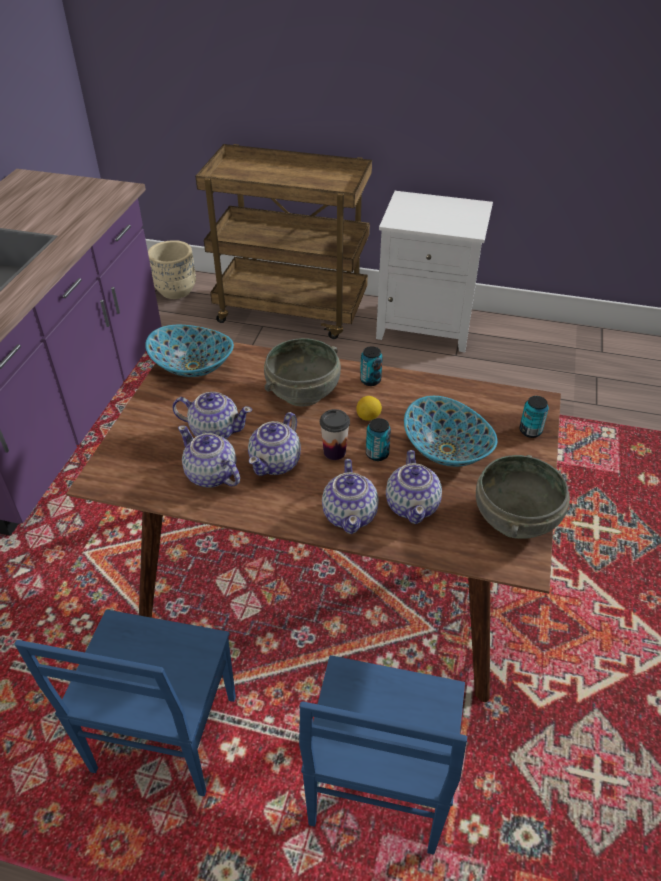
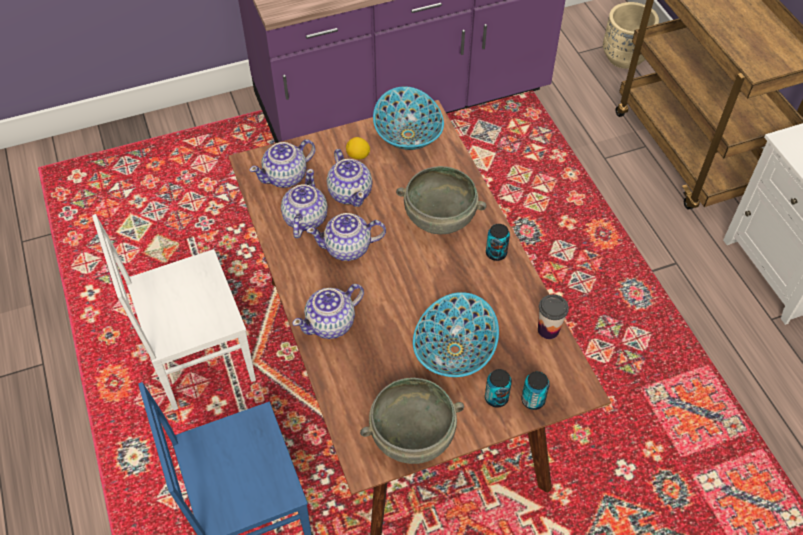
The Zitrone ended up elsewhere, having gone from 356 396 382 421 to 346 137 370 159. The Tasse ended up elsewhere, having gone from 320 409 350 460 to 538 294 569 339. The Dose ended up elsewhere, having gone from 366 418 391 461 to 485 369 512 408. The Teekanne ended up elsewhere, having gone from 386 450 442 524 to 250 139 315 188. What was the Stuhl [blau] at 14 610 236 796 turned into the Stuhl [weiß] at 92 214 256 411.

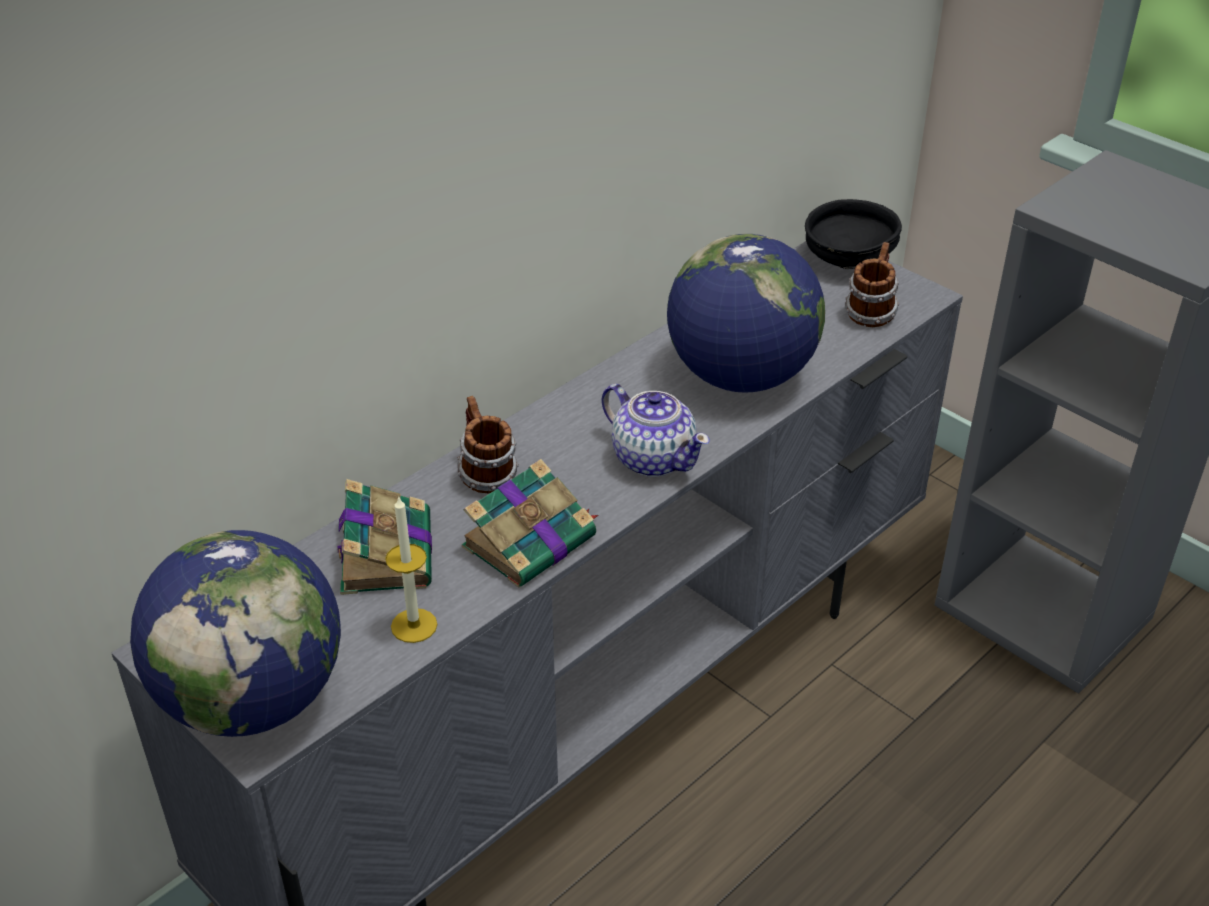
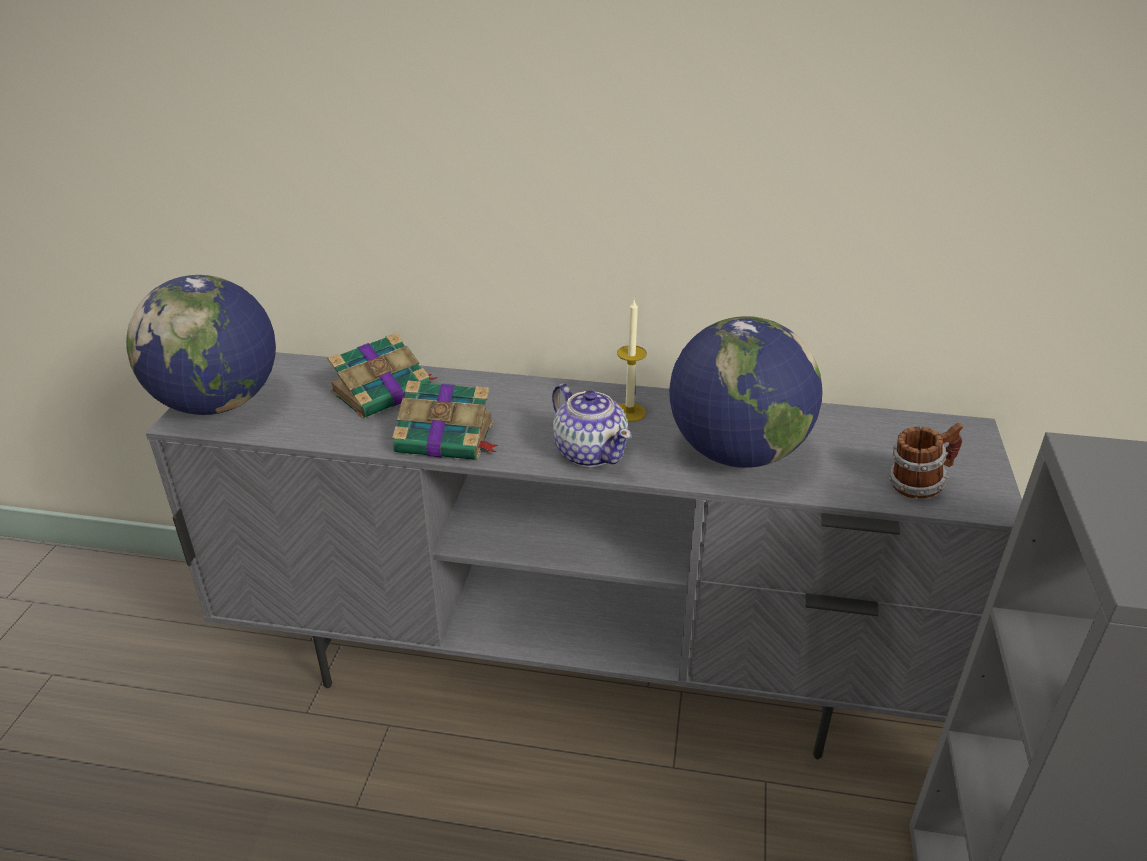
The second view lost the Schüssel [schwarz] at 805 199 902 269. The Teekanne at 602 384 710 477 ended up facing another way, 45 degrees counterclockwise from before. The second view lost the Henkelbecher at 457 396 519 494. The Kerze ended up elsewhere, having gone from 385 495 438 643 to 617 300 647 422.

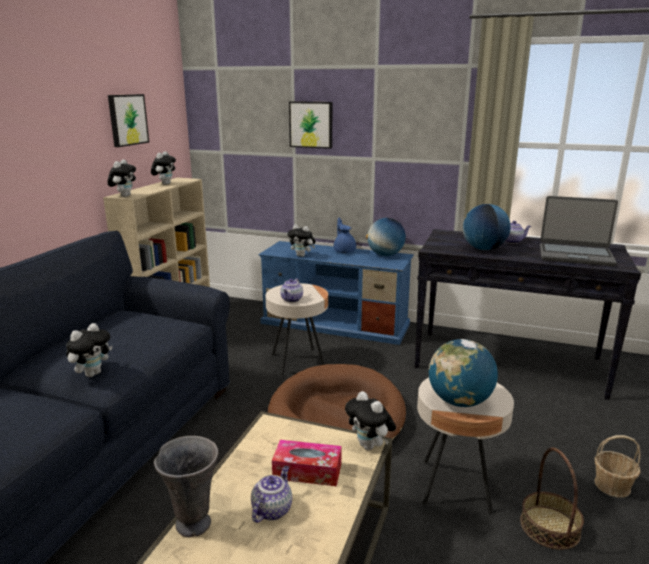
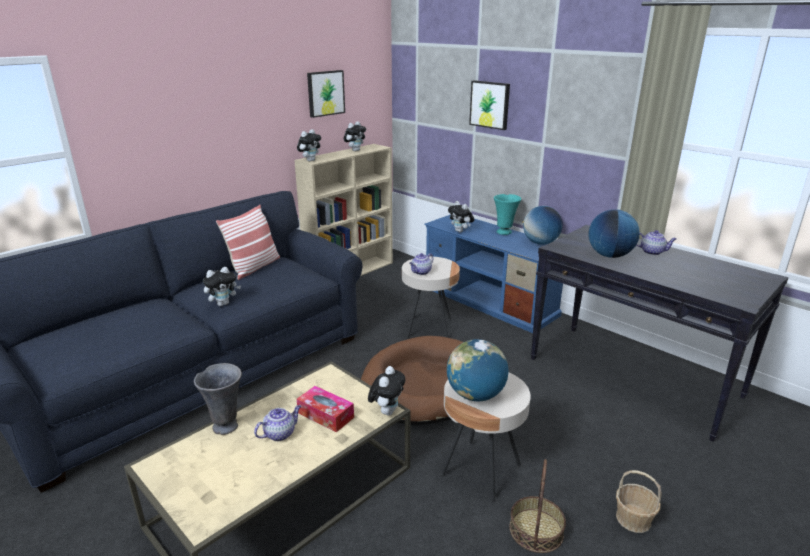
The second view lost the Laptop at 540 196 618 266. Where the Teekanne [blau] stood at 334 218 356 253, the Vase [türkis] came to stand at 494 194 521 235. The Plüschtier at 345 391 396 450 ended up facing another way, 150 degrees counterclockwise from before. The second view gained the Kissen at 216 204 280 280.

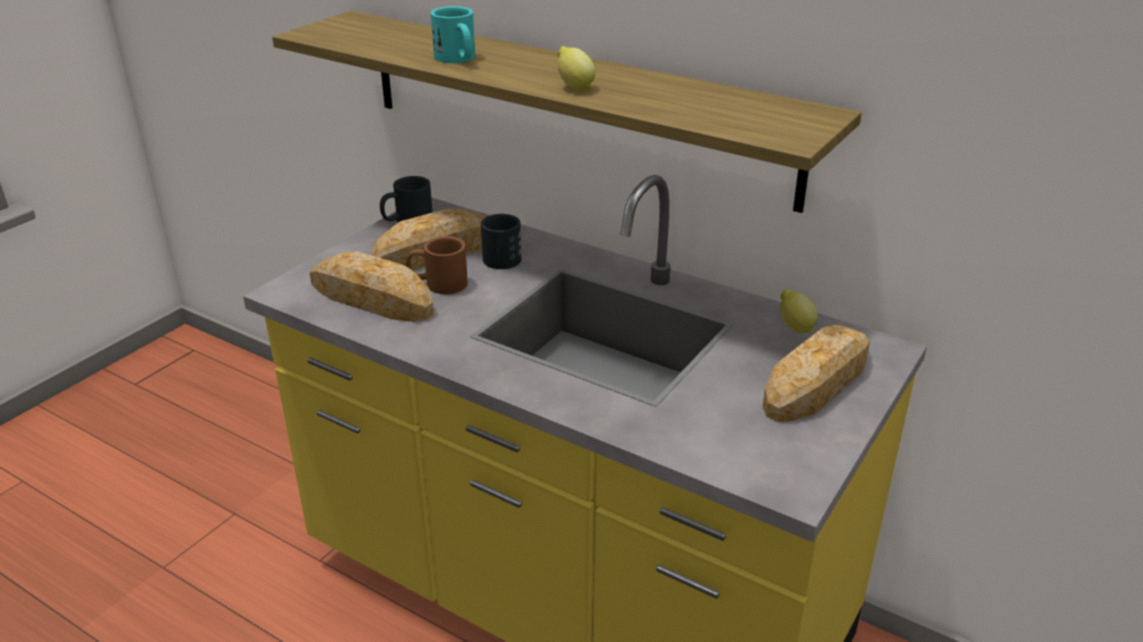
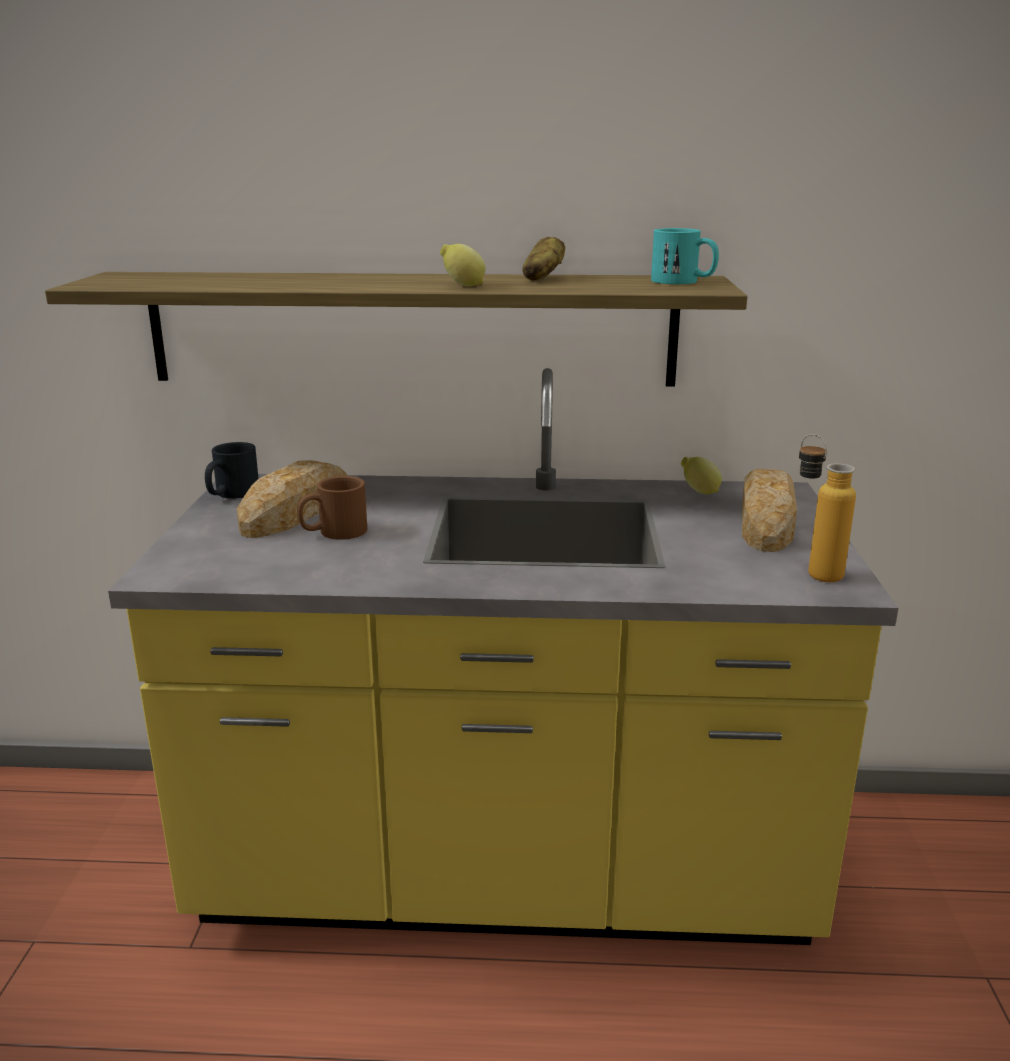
The Henkelbecher [türkis] ended up elsewhere, having gone from 431 6 475 63 to 651 228 719 284. The second view lost the Henkelbecher [schwarz] at 481 214 521 269. The second view lost the Brot at 310 251 434 322. The second view gained the Kartoffel at 522 237 565 281. The second view gained the Flasche at 799 434 856 582.

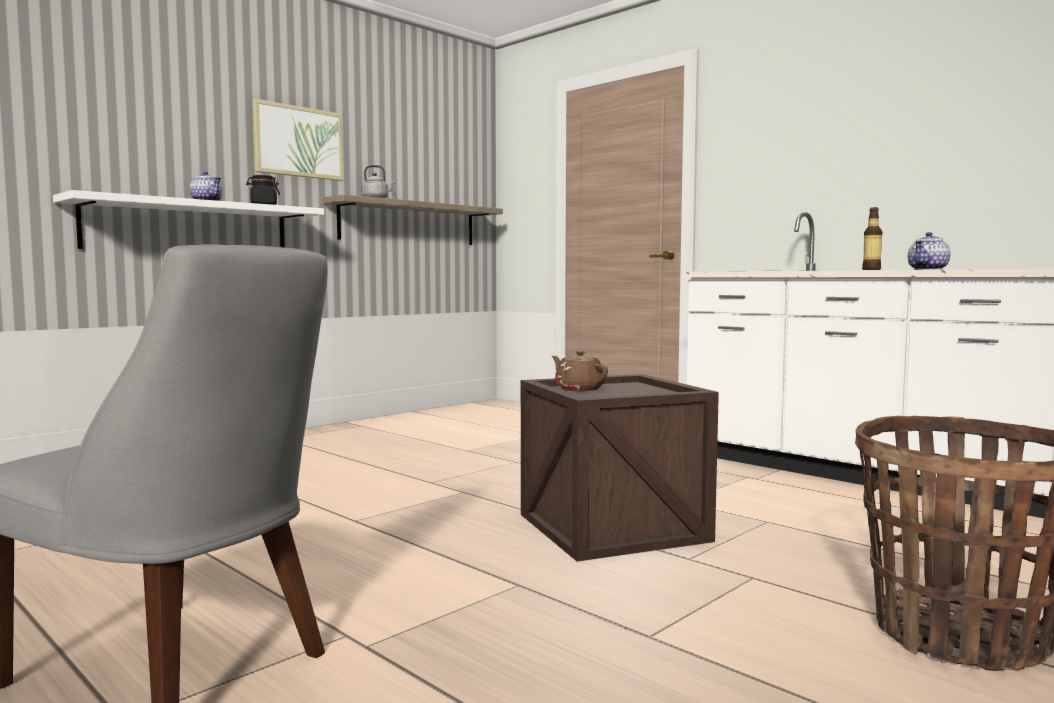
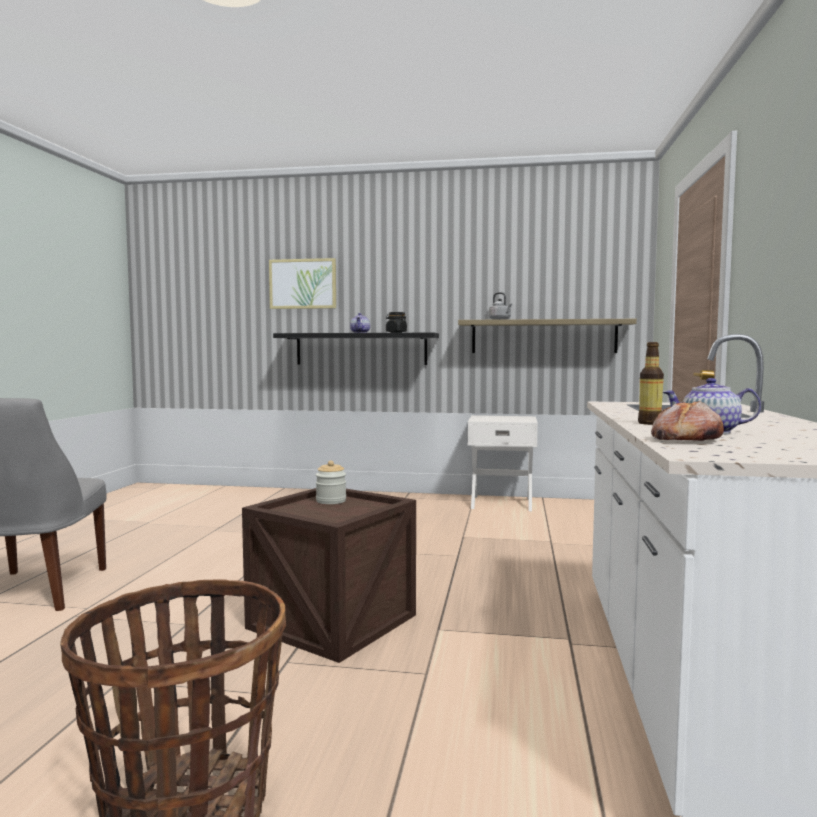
The Bild ended up elsewhere, having gone from 252 99 343 181 to 269 258 336 309. What was the Wandregal [weiß] at 53 190 324 249 turned into the Wandregal [schwarz] at 273 333 439 365. Where the Teekanne [braun] stood at 552 351 608 391, the Vorratsglas came to stand at 316 461 346 504. The second view gained the Brot at 651 401 724 441. The second view gained the Nachttisch [weiß] at 468 415 538 511.

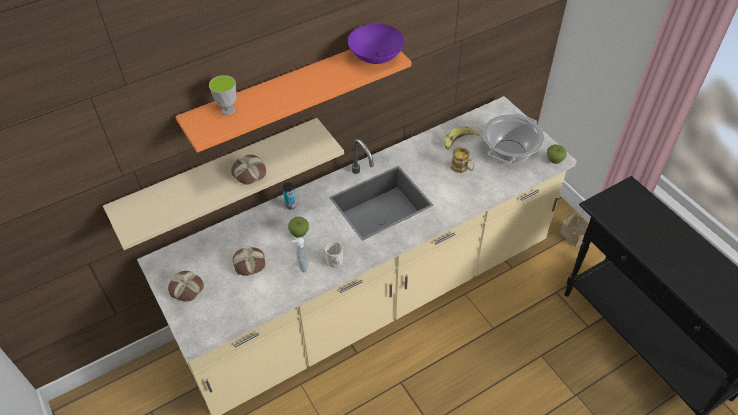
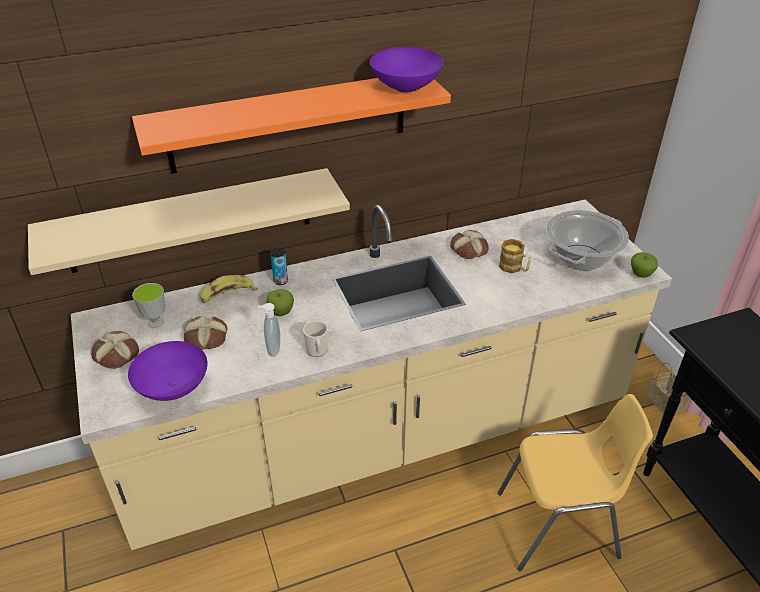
The Tasse ended up elsewhere, having gone from 209 75 236 115 to 132 283 165 328. The Banane ended up elsewhere, having gone from 444 127 479 150 to 200 275 258 303. The Brot ended up elsewhere, having gone from 231 155 266 185 to 450 230 489 259. The second view gained the Schüssel [lila] at 128 341 207 401. The second view gained the Stuhl [gelb] at 498 394 653 571.

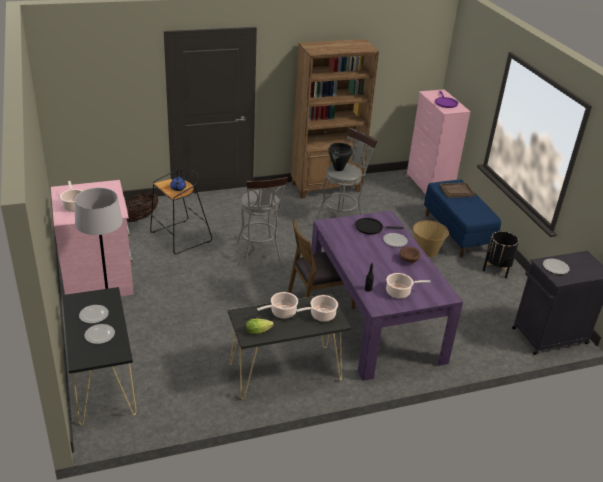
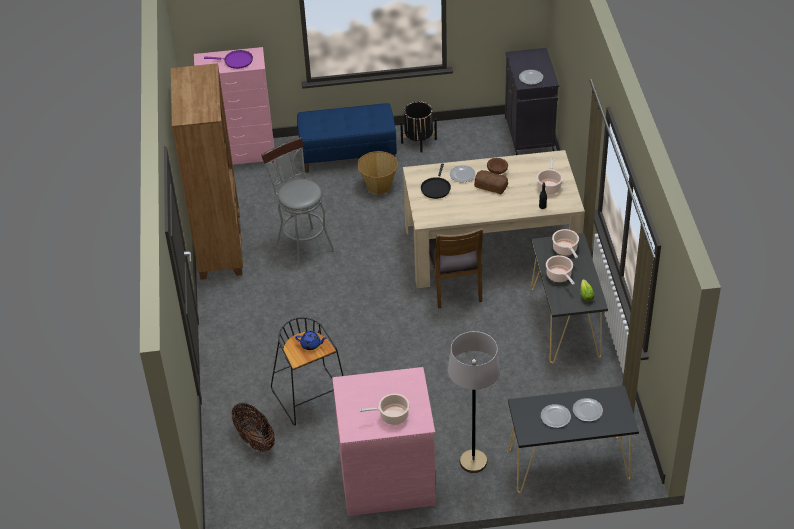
The second view lost the Kochtopf [schwarz] at 328 143 353 171. The second view lost the Hocker [grau] at 236 177 288 266. The second view lost the Tablett [braun] at 439 183 475 198. What was the Esstisch [lila] at 311 211 463 381 turned into the Esstisch [beige] at 403 150 585 288. The second view gained the Brot at 474 170 508 194.

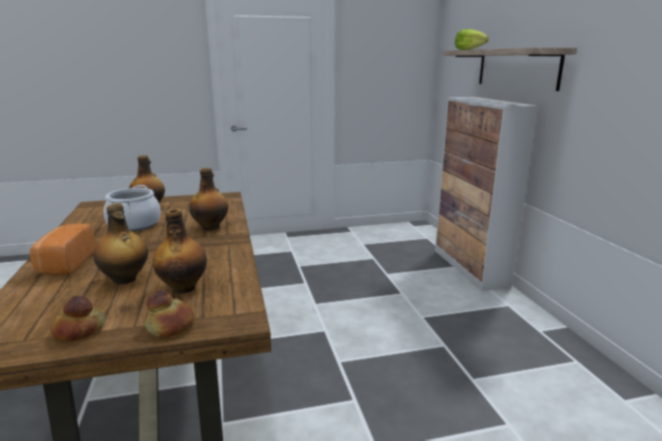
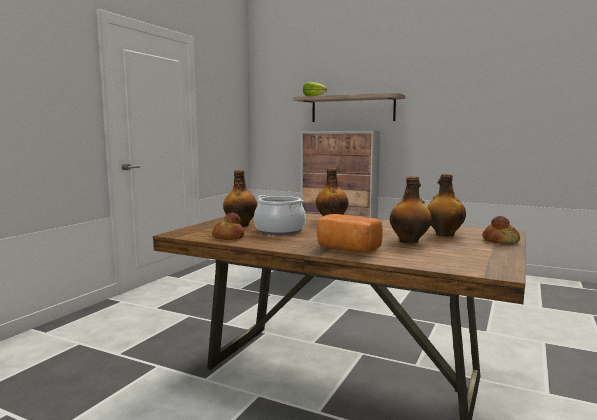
The Brot ended up elsewhere, having gone from 50 296 105 342 to 212 213 244 240.

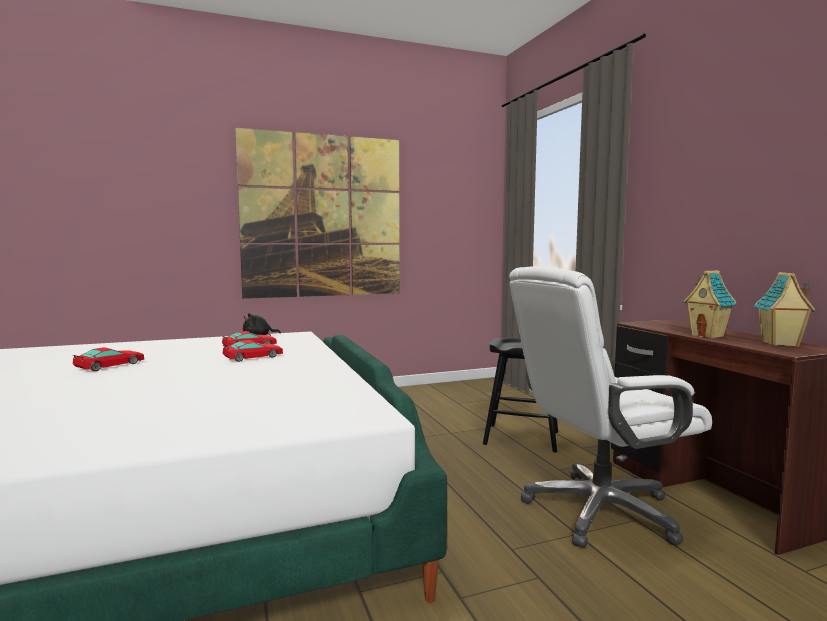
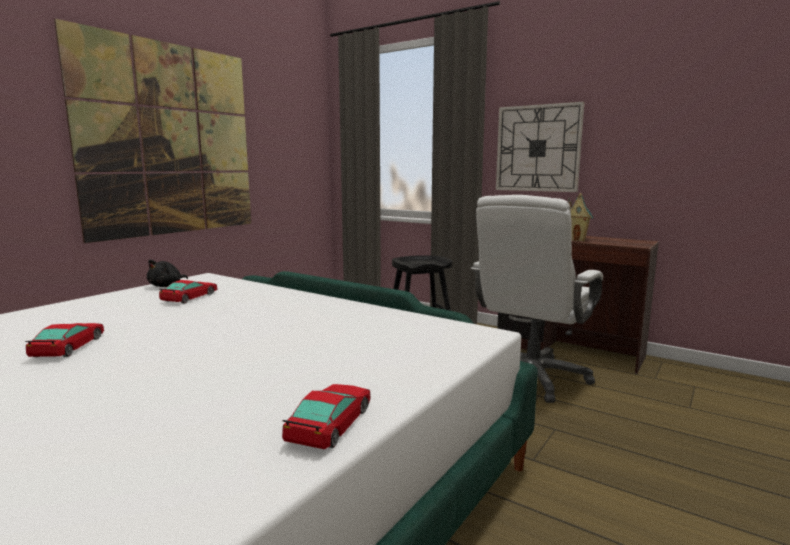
The second view lost the Spielzeughaus at 754 272 816 347. The Spielzeugauto ended up elsewhere, having gone from 223 340 283 362 to 282 384 370 449. The second view gained the Wanduhr at 496 101 585 192.

